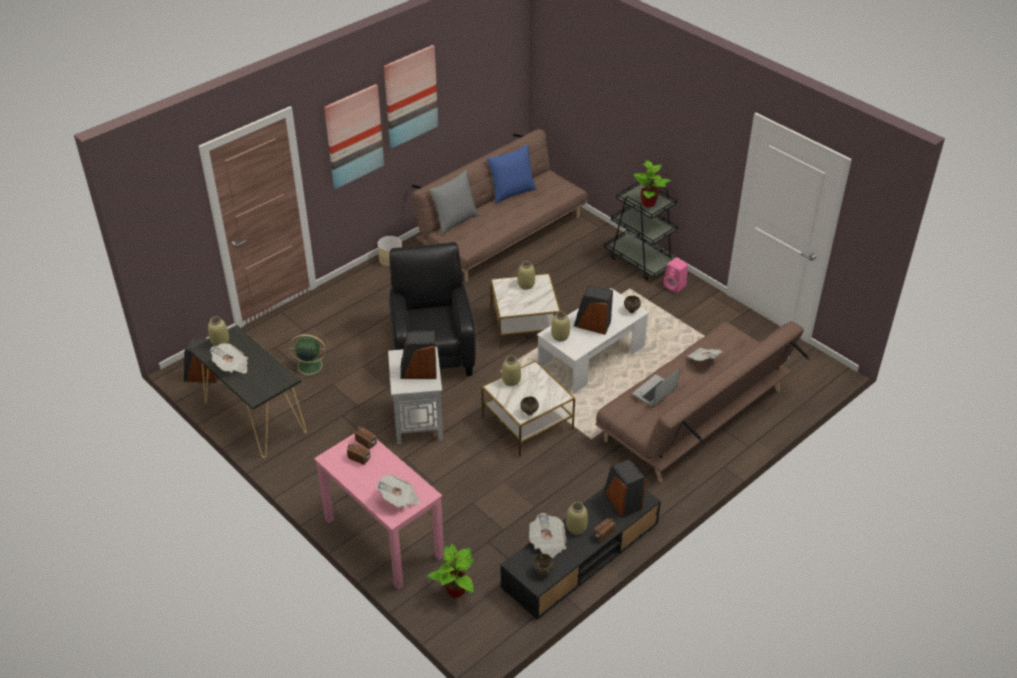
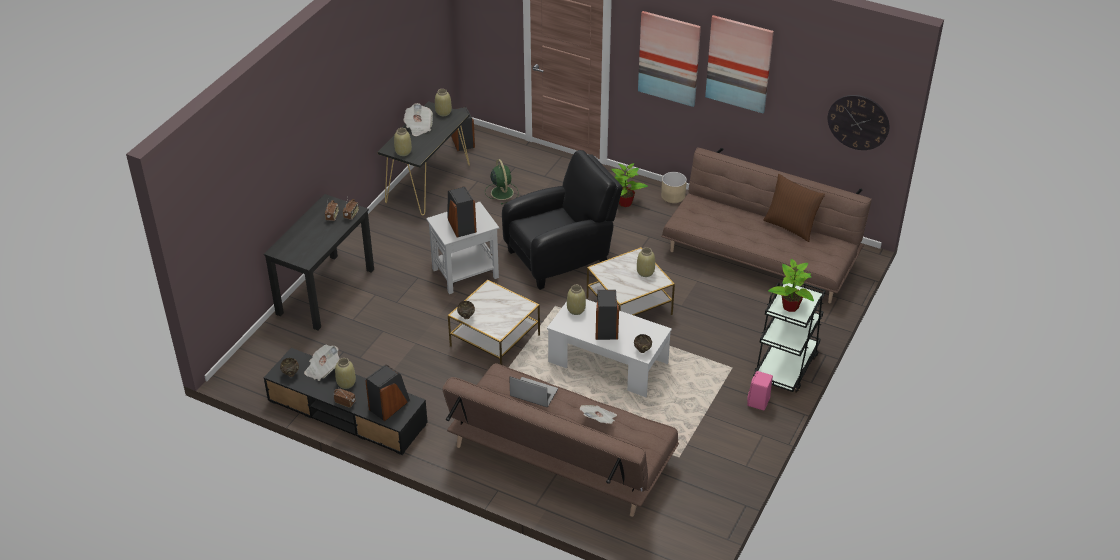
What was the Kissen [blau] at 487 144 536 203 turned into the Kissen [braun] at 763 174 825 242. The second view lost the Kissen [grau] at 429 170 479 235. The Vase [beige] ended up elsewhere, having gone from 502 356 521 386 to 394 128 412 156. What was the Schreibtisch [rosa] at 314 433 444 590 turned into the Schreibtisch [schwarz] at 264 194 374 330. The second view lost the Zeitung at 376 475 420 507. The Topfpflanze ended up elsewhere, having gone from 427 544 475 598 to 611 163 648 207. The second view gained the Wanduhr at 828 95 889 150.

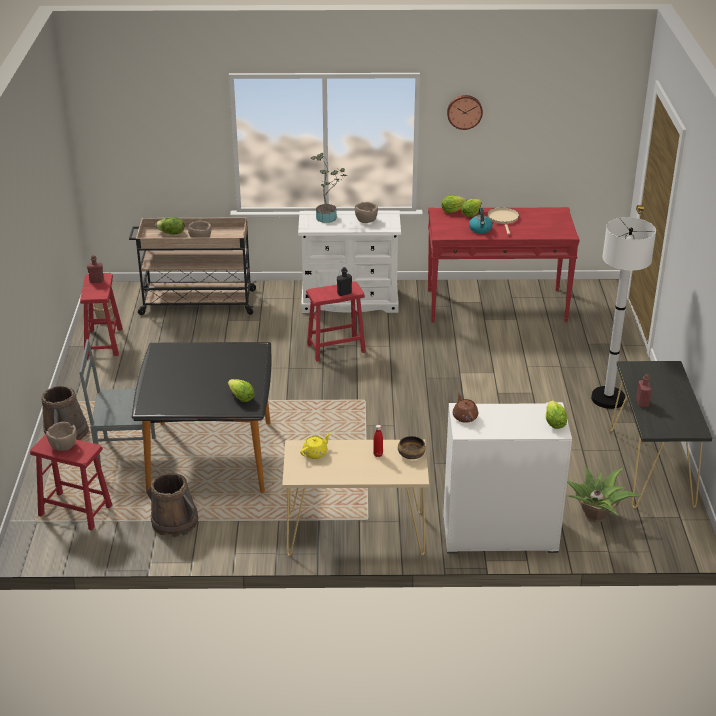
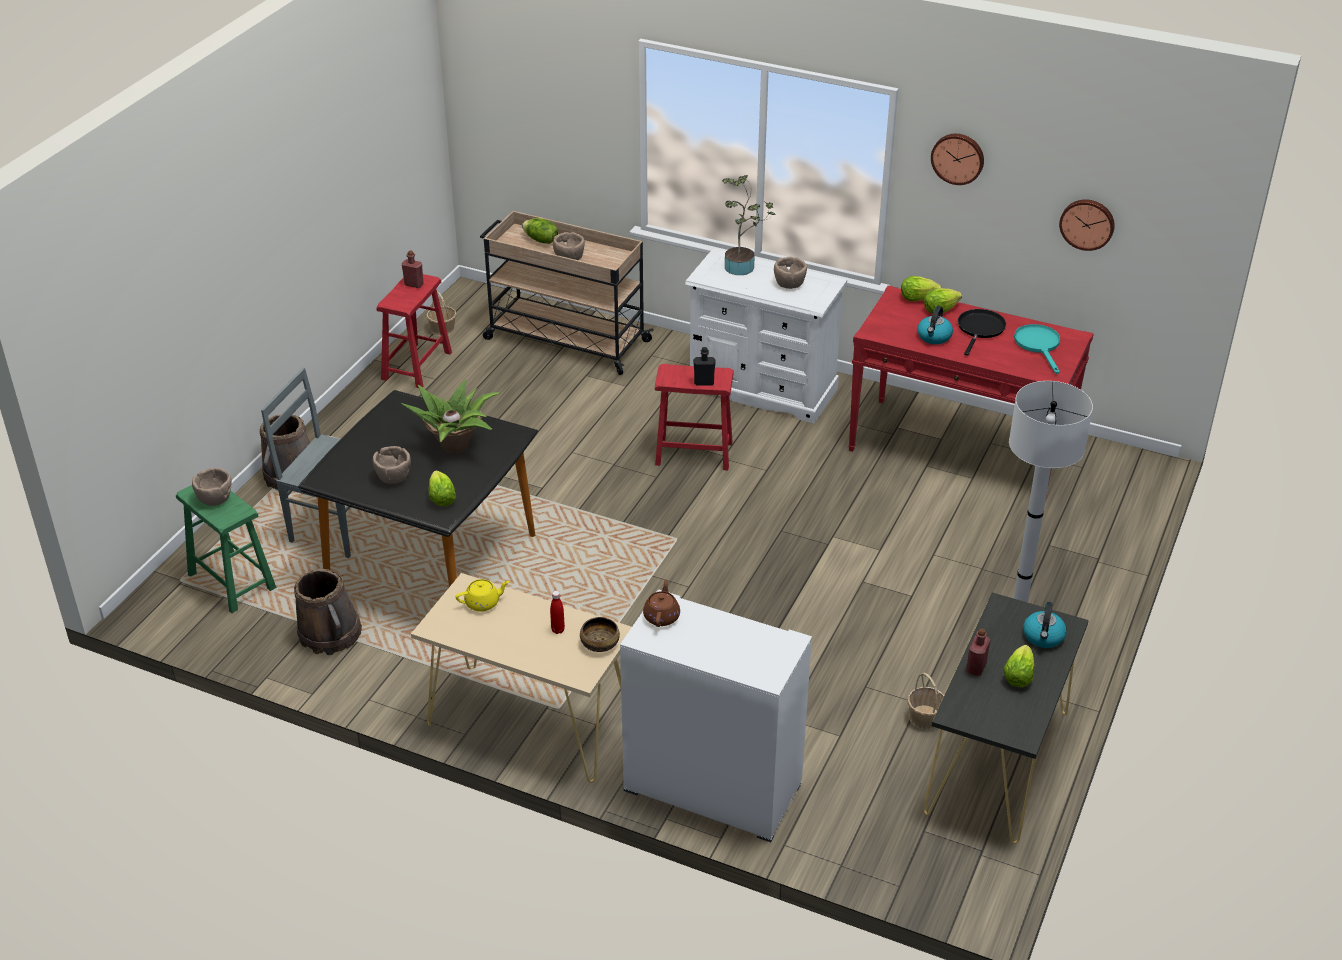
What was the Pfanne [beige] at 487 207 519 235 turned into the Pfanne [schwarz] at 958 309 1006 356. The Salatkopf ended up elsewhere, having gone from 546 400 567 429 to 1003 645 1034 687. What was the Hocker [rot] at 30 434 112 530 turned into the Hocker [grün] at 176 485 276 613. The Topfpflanze ended up elsewhere, having gone from 567 466 641 523 to 401 379 500 453. The second view gained the Wanduhr at 1059 200 1115 251. The second view gained the Pfanne [türkis] at 1014 324 1060 374. The second view gained the Schüssel [braun] at 373 446 411 484. The second view gained the Wasserkessel at 1023 602 1066 648. The second view gained the Korb at 908 673 944 730.

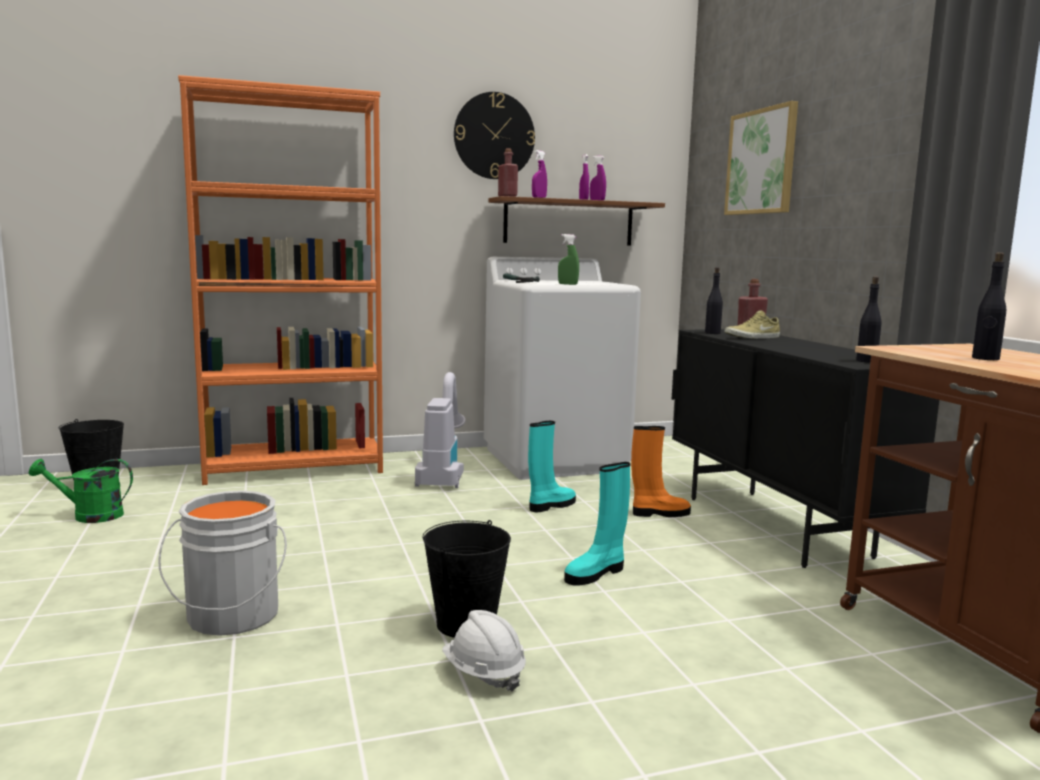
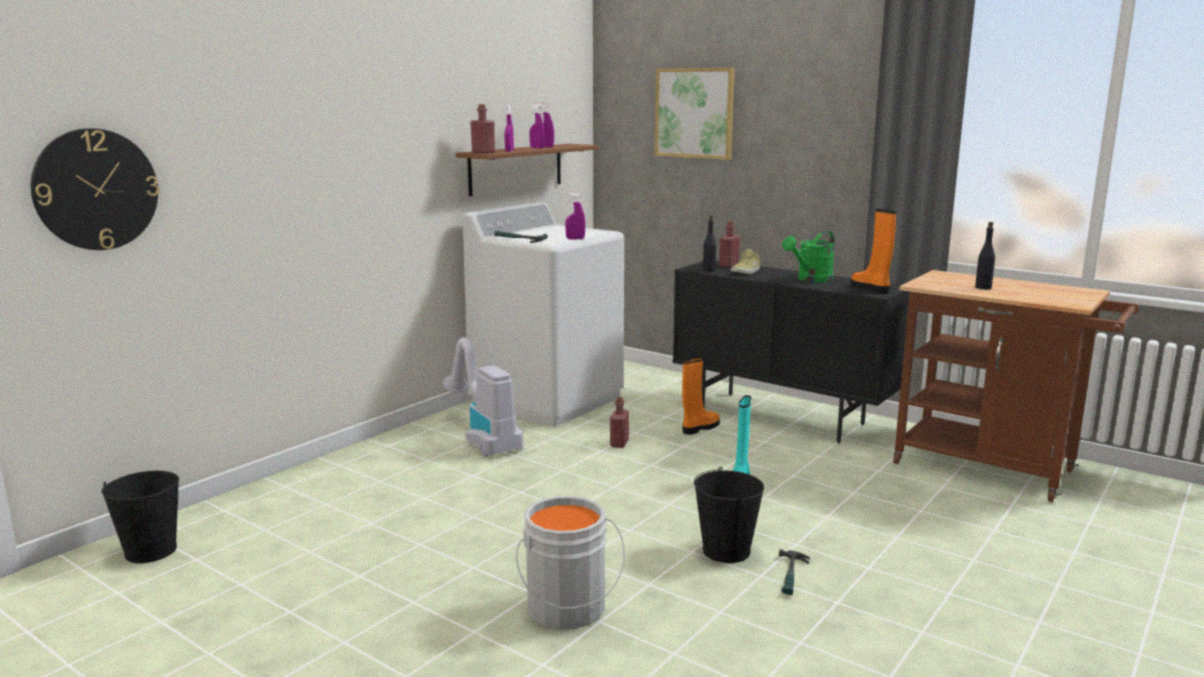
The second view lost the Bücherregal [orange] at 178 75 383 485. The Wanduhr ended up elsewhere, having gone from 454 92 535 179 to 31 128 159 250. What was the Sprühflasche [grün] at 558 234 579 285 turned into the Sprühflasche [lila] at 565 193 586 240. Where the Flasche [schwarz] stood at 856 276 881 363, the Stiefel [orange] came to stand at 850 209 896 294. Where the Stiefel [türkis] stood at 528 421 576 512, the Flasche [rot] came to stand at 610 397 629 448. The Gießkanne [grün] ended up elsewhere, having gone from 28 459 133 523 to 782 231 835 283. Where the Schutzhelm [weiß] stood at 442 610 526 692, the Hammer came to stand at 779 549 810 595.

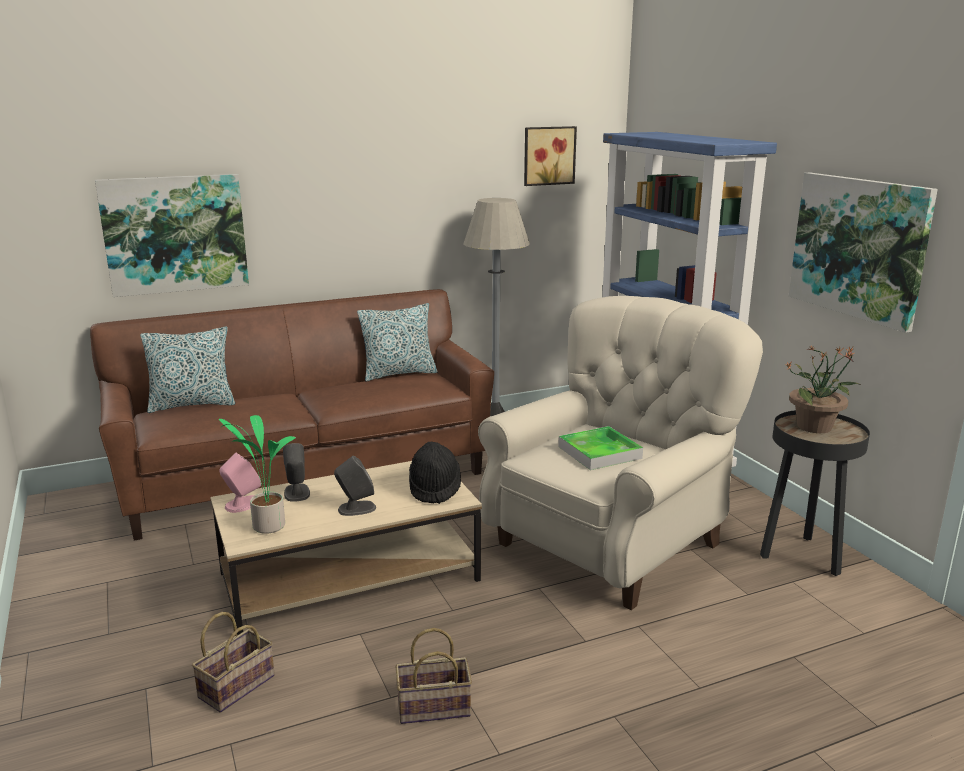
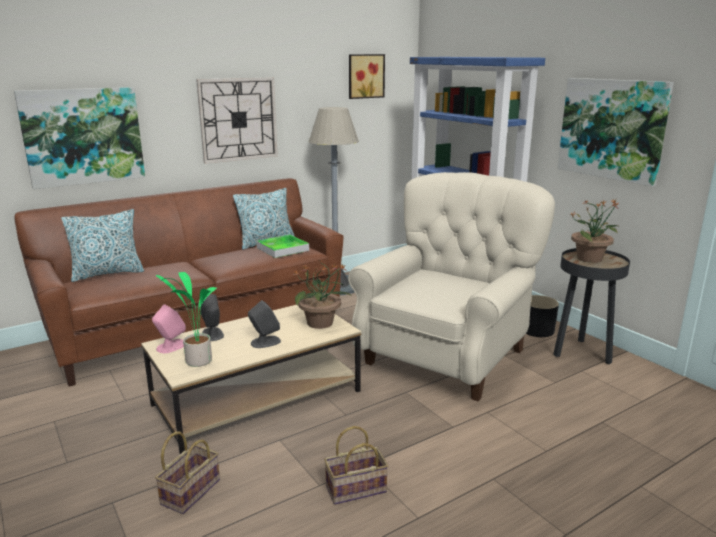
The Tablett ended up elsewhere, having gone from 558 426 643 470 to 257 234 309 258. Where the Hut [schwarz] stood at 409 442 461 504, the Topfpflanze came to stand at 293 260 352 329. The second view gained the Wanduhr at 196 77 278 164. The second view gained the Pflanzkübel [schwarz] at 526 295 559 337.

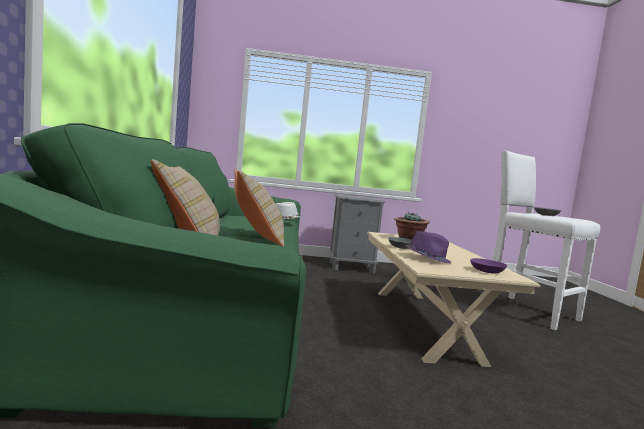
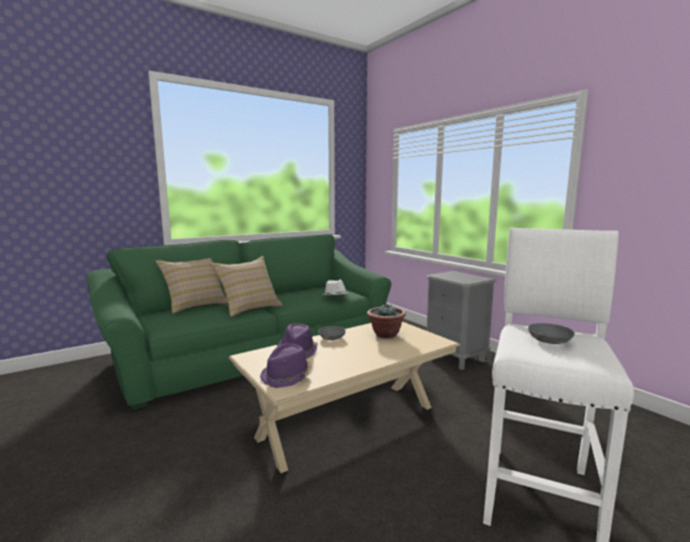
Where the Schüssel [lila] stood at 470 258 507 273, the Hut [lila] came to stand at 260 343 311 388.

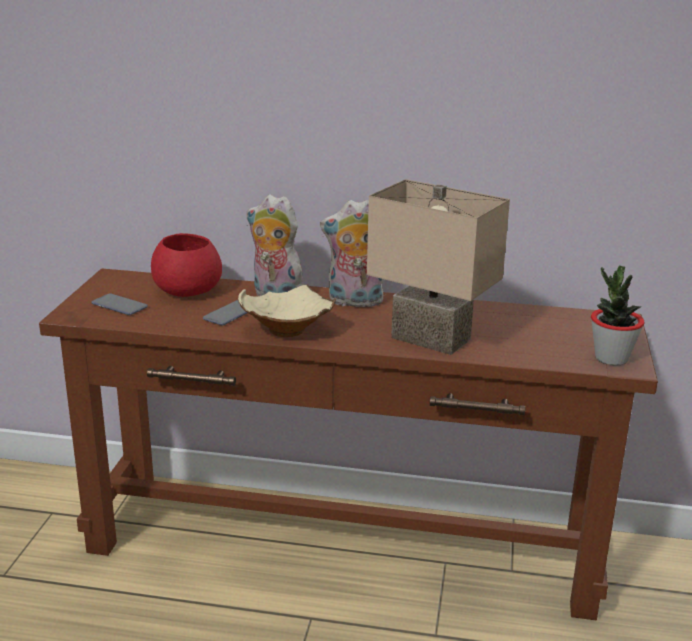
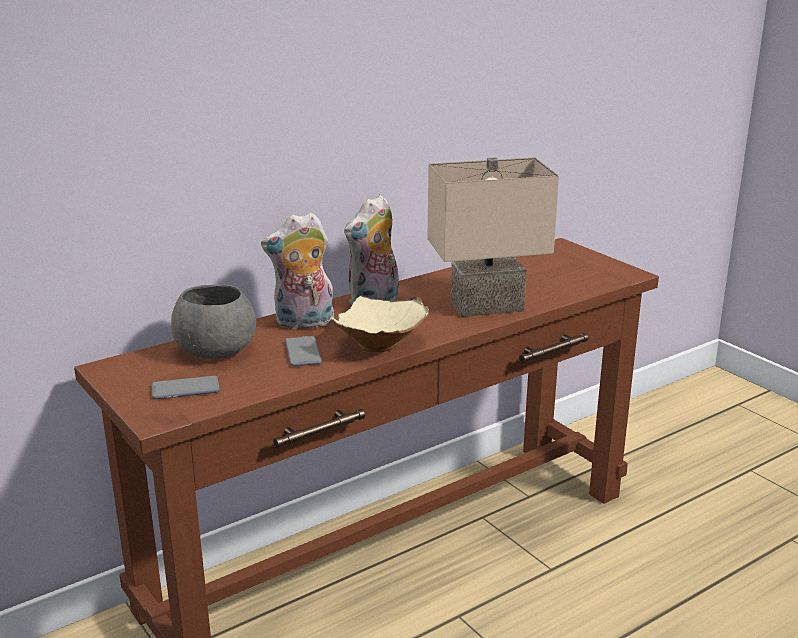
What was the Schüssel [rot] at 151 233 222 297 turned into the Schüssel [grau] at 171 285 256 359. The second view lost the Topfpflanze at 591 266 644 366.

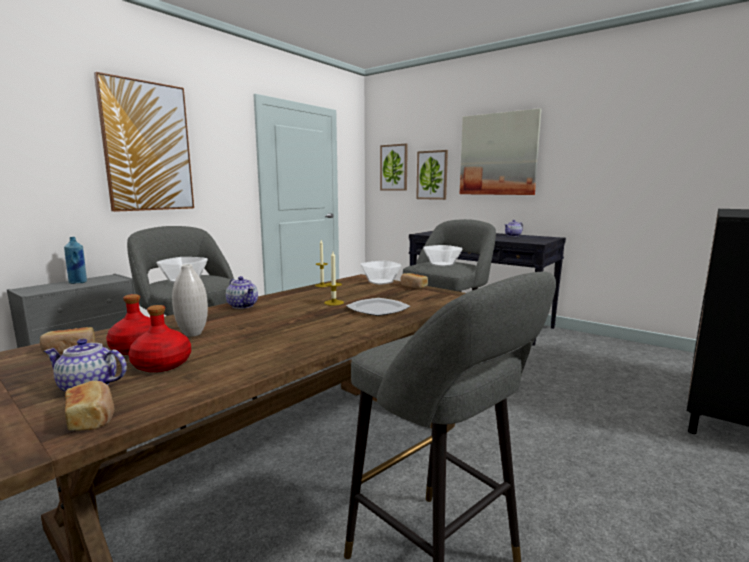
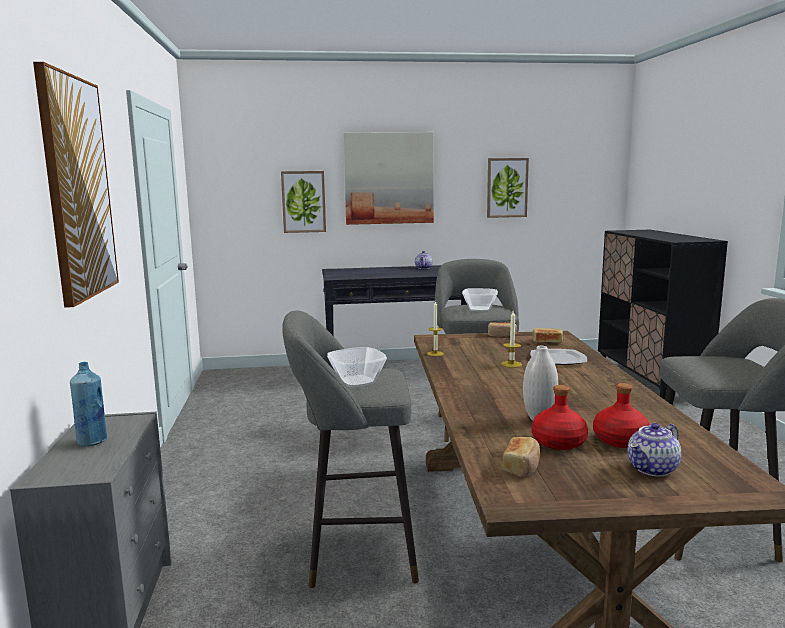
The Bild ended up elsewhere, having gone from 380 144 408 191 to 487 158 529 218. The second view lost the Schüssel at 360 261 401 285. The second view lost the Teekanne at 226 276 258 309. The Brot ended up elsewhere, having gone from 65 381 114 431 to 533 328 563 343.

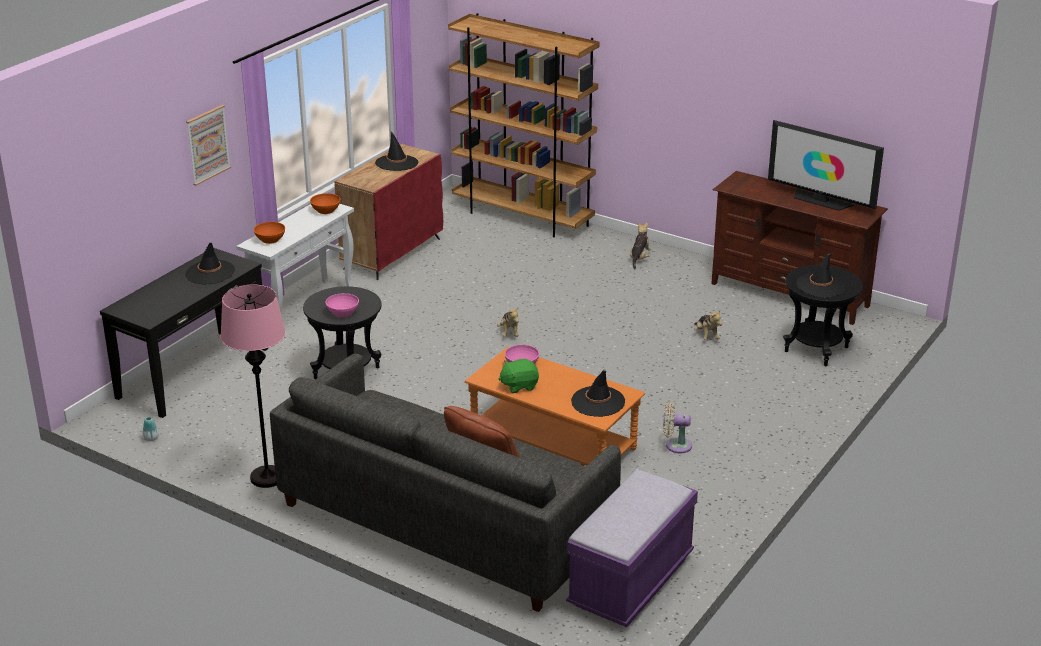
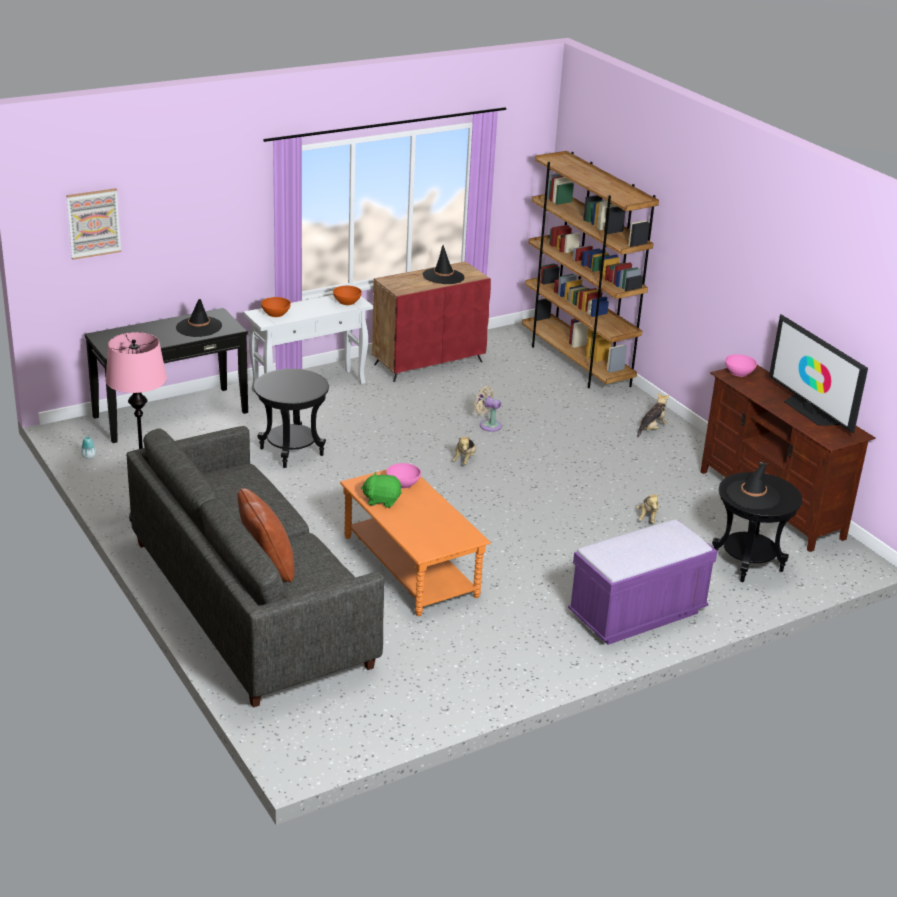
The Bild ended up elsewhere, having gone from 186 105 231 186 to 66 188 121 260. The Schüssel [rosa] ended up elsewhere, having gone from 325 293 359 317 to 725 354 757 377. The second view lost the Hut [schwarz] at 571 370 625 417. The Ventilator [beige] ended up elsewhere, having gone from 663 402 692 453 to 474 386 502 432. The Bank [lila] ended up elsewhere, having gone from 566 470 698 627 to 568 519 717 645.

